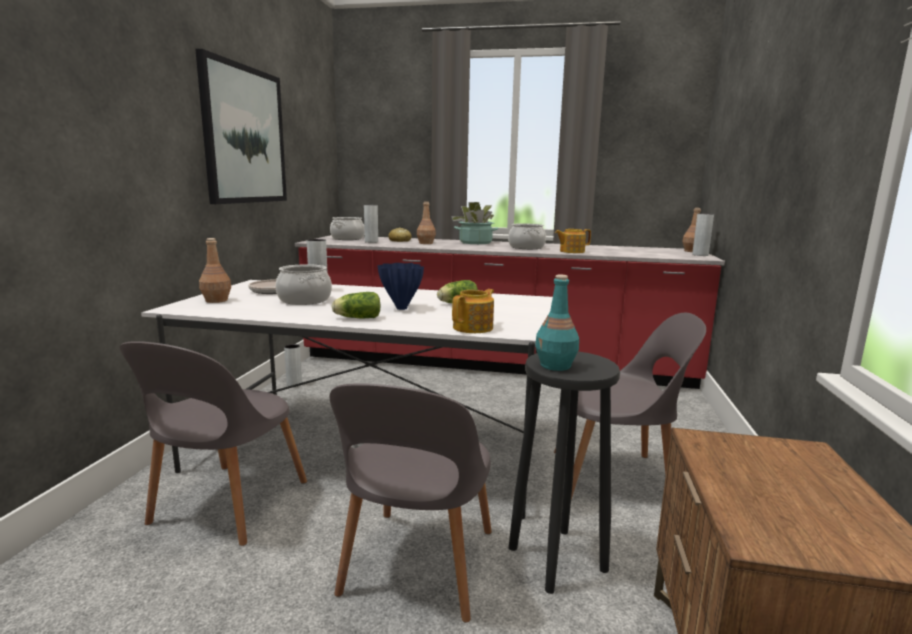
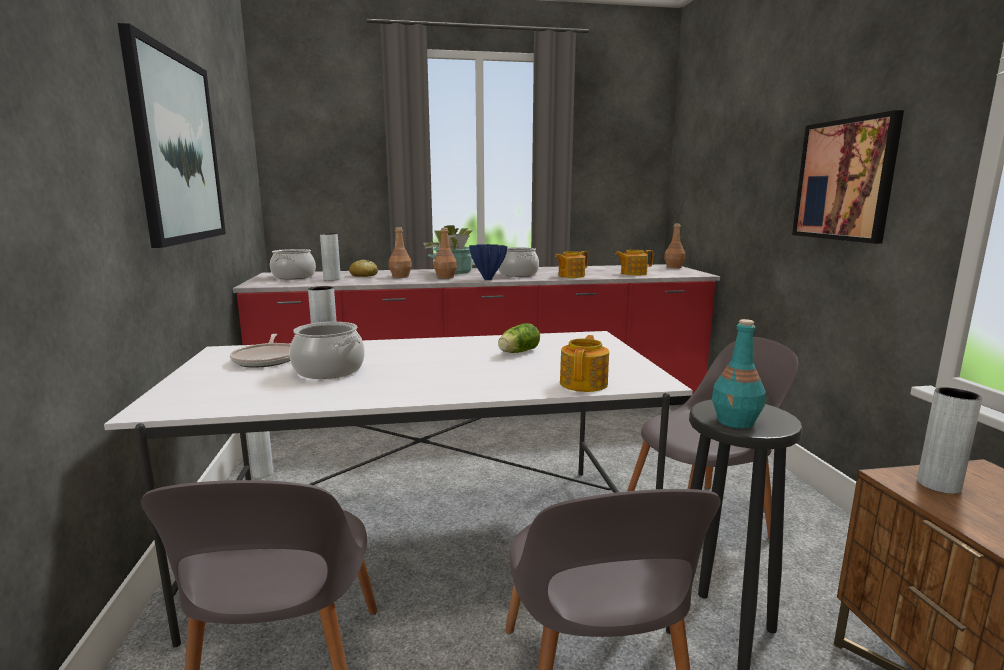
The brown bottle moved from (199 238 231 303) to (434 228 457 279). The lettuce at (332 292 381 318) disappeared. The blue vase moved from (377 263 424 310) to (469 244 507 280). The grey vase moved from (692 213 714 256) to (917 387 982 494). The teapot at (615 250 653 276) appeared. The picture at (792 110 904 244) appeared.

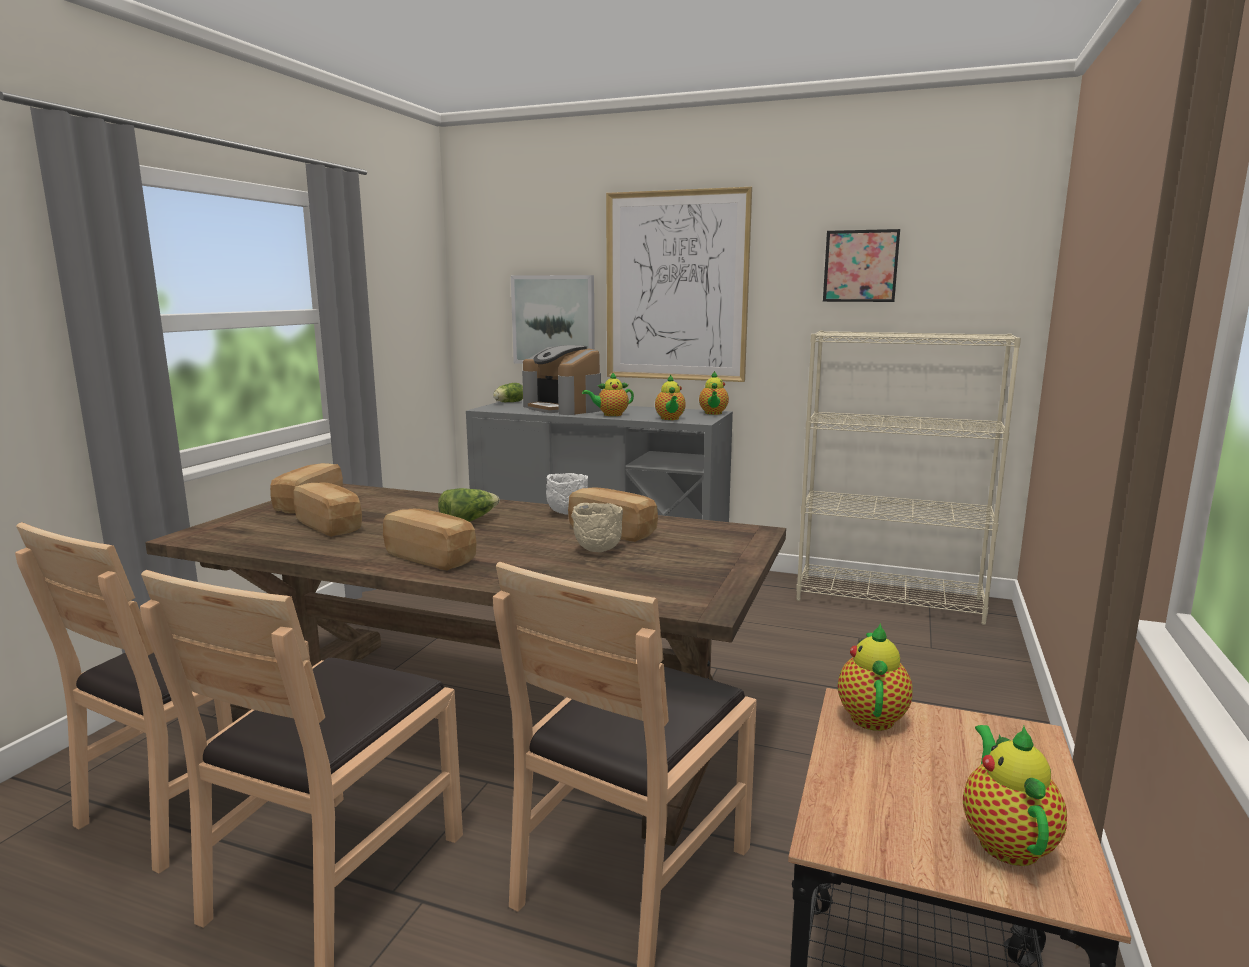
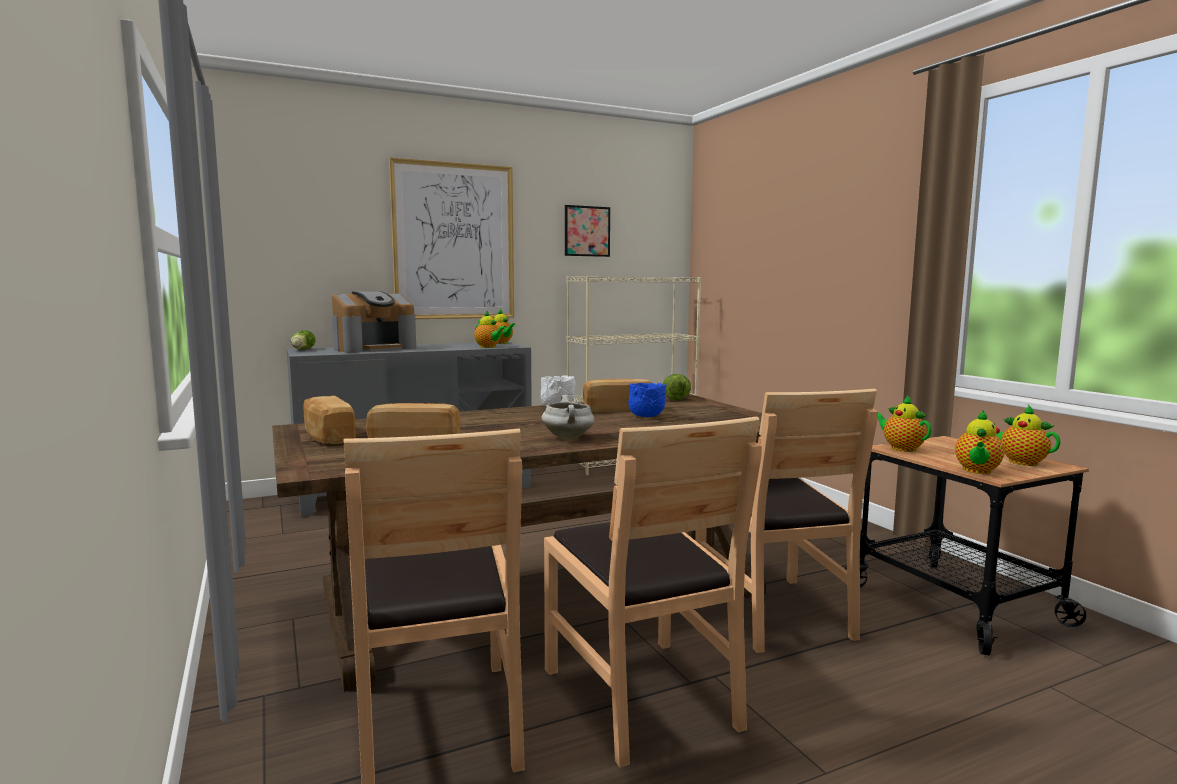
The bread at (383 509 477 571) was replaced by the white cooking pot at (541 395 595 440). The lettuce moved from (438 488 500 522) to (663 374 691 401). The picture at (511 275 595 364) disappeared. The coffee machine at (522 345 601 415) turned 45 degrees counterclockwise. The beige bowl at (571 503 623 552) became the blue bowl at (628 383 666 417). The teapot moved from (582 372 634 416) to (955 411 1005 474).

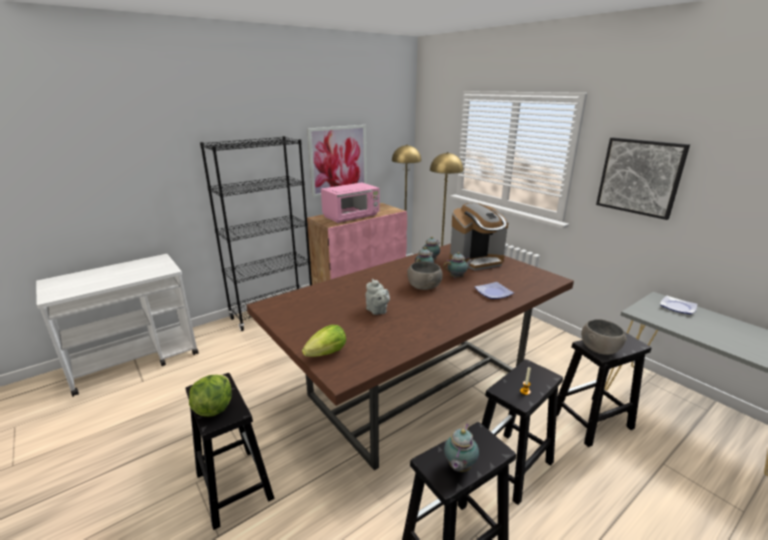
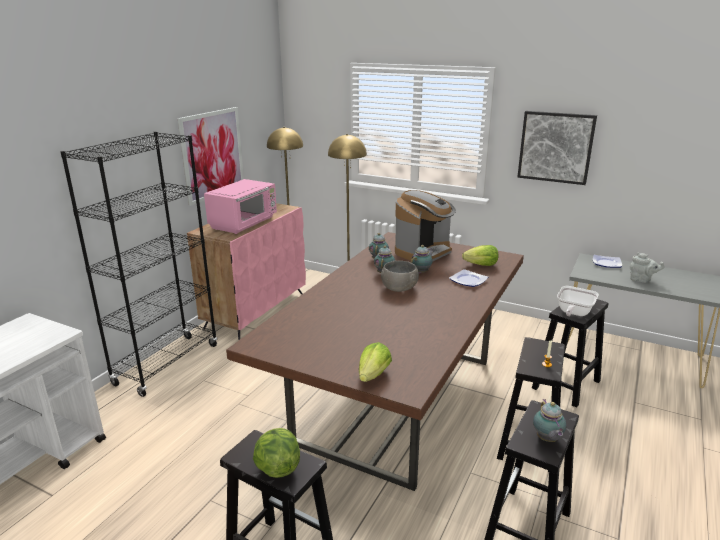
The grey teapot moved from (365 279 390 315) to (630 253 665 283). The grey bowl at (581 319 627 355) was replaced by the frying pan at (557 286 599 316). The lettuce at (462 245 498 266) appeared.

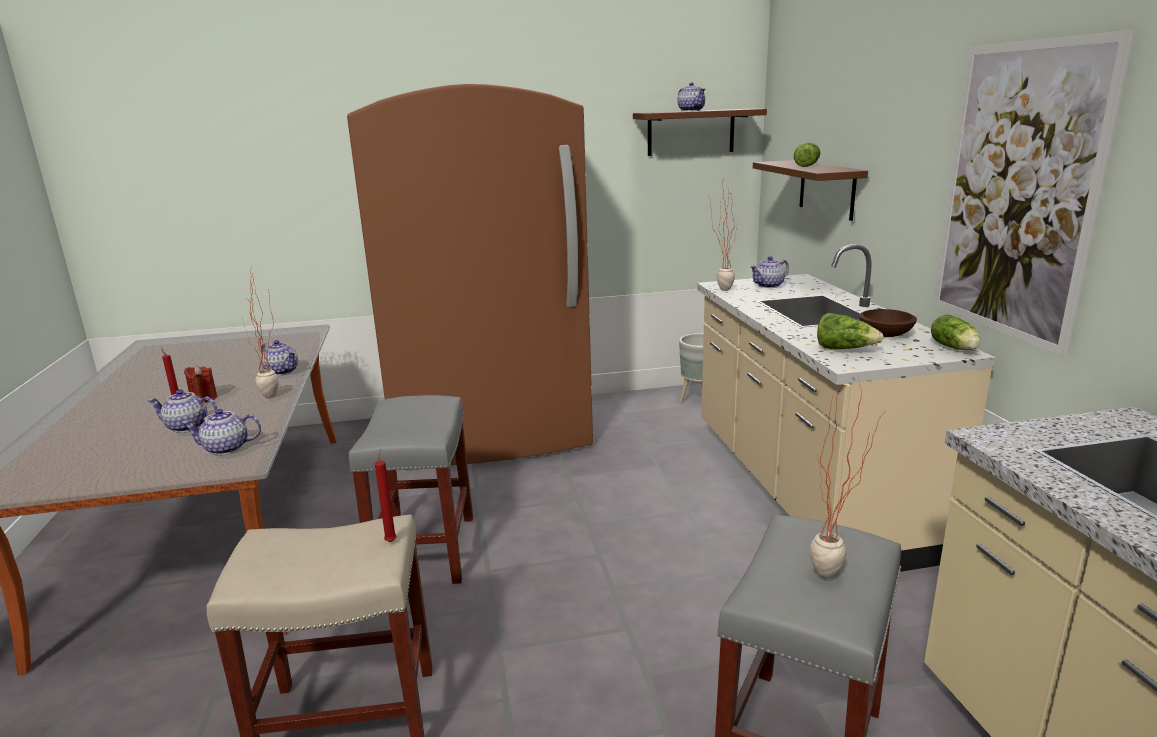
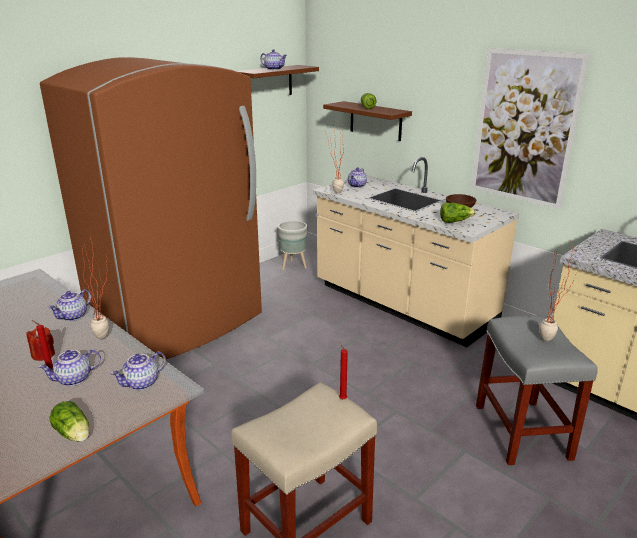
The teapot at (261 340 298 376) turned 120 degrees clockwise. The grey stool at (349 395 473 584) disappeared. The lettuce moved from (931 314 981 350) to (49 401 90 442).

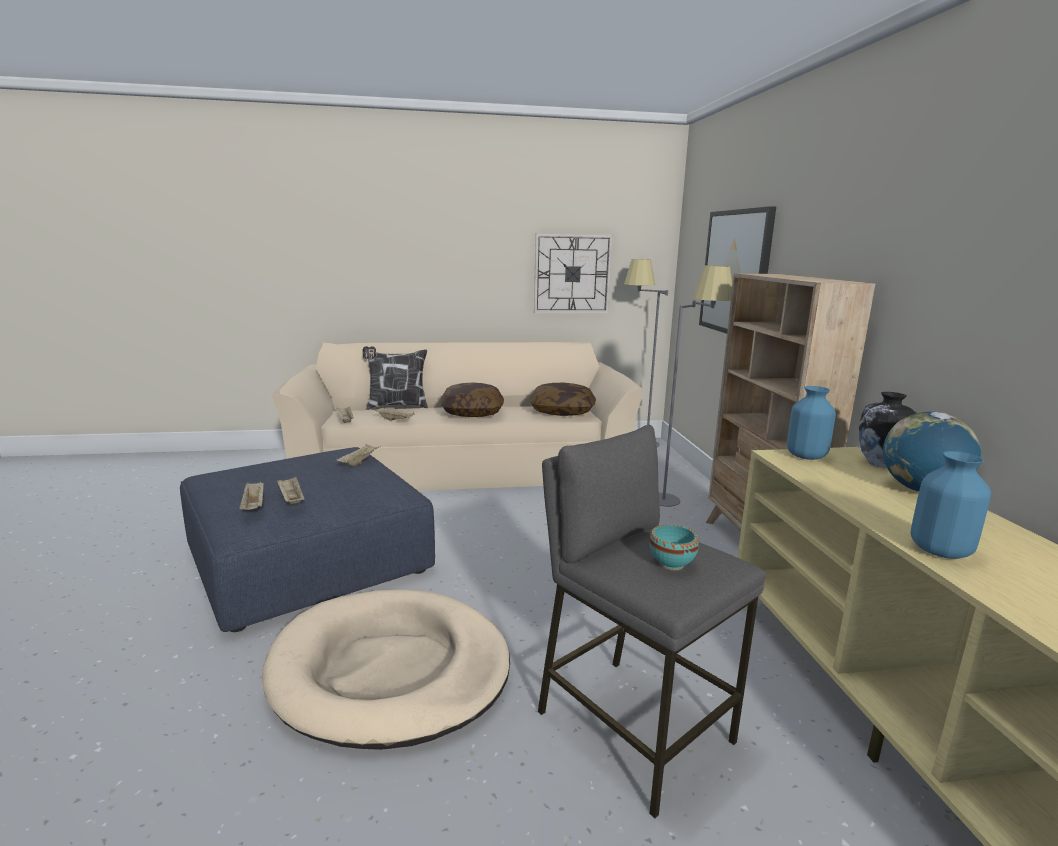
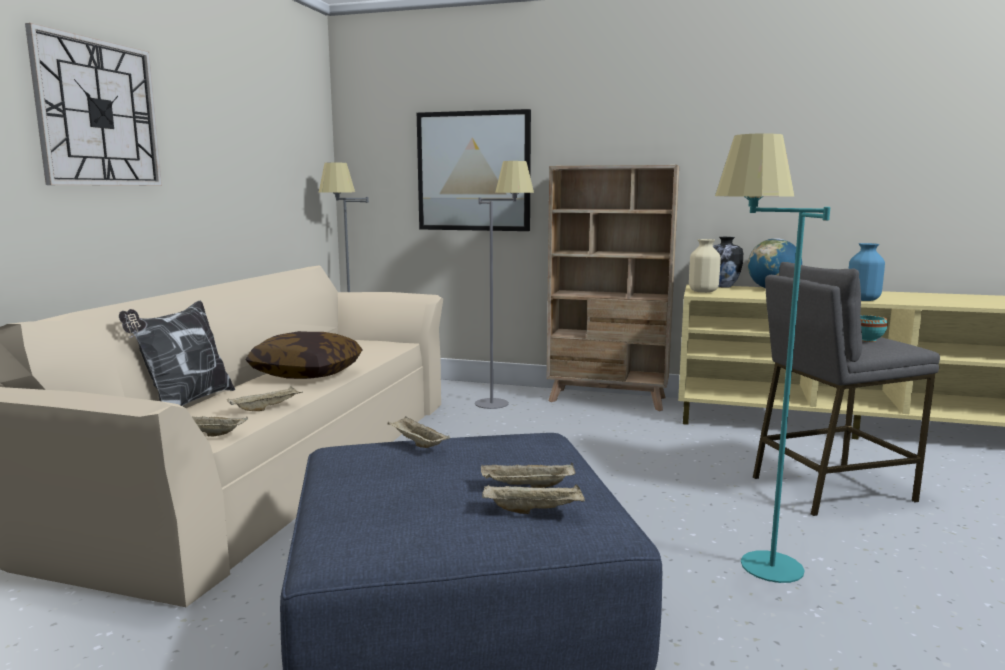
The beige dog bed at (262 589 510 750) was replaced by the turquoise floor lamp at (715 133 830 583). The pillow at (529 383 596 416) disappeared. The wall clock moved from (534 233 613 313) to (25 23 162 186). The blue vase at (787 386 836 460) became the beige vase at (689 239 721 293).

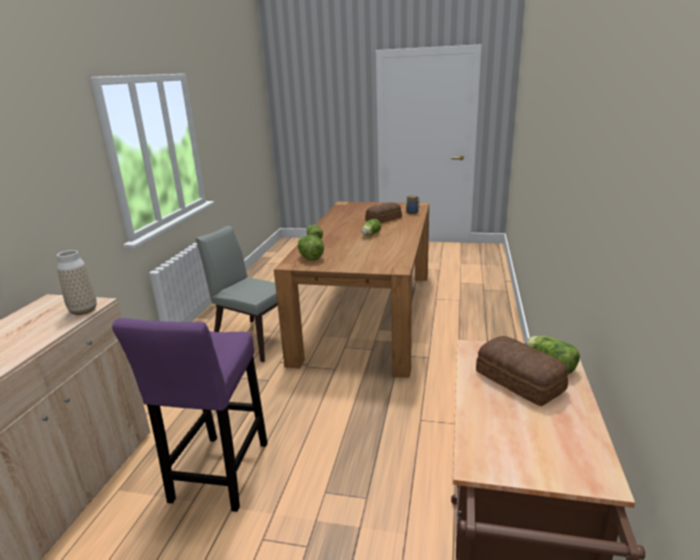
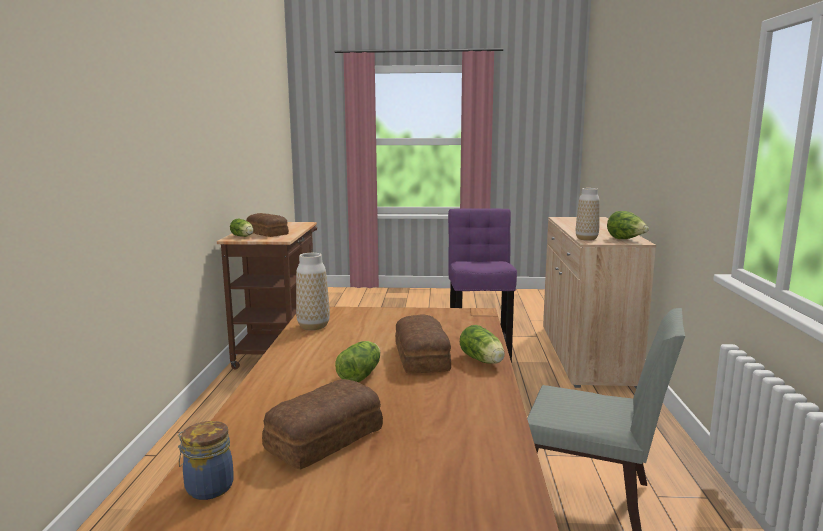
The lettuce moved from (298 235 324 260) to (607 211 649 239). The vase at (296 253 330 330) appeared. The bread at (395 314 451 374) appeared.

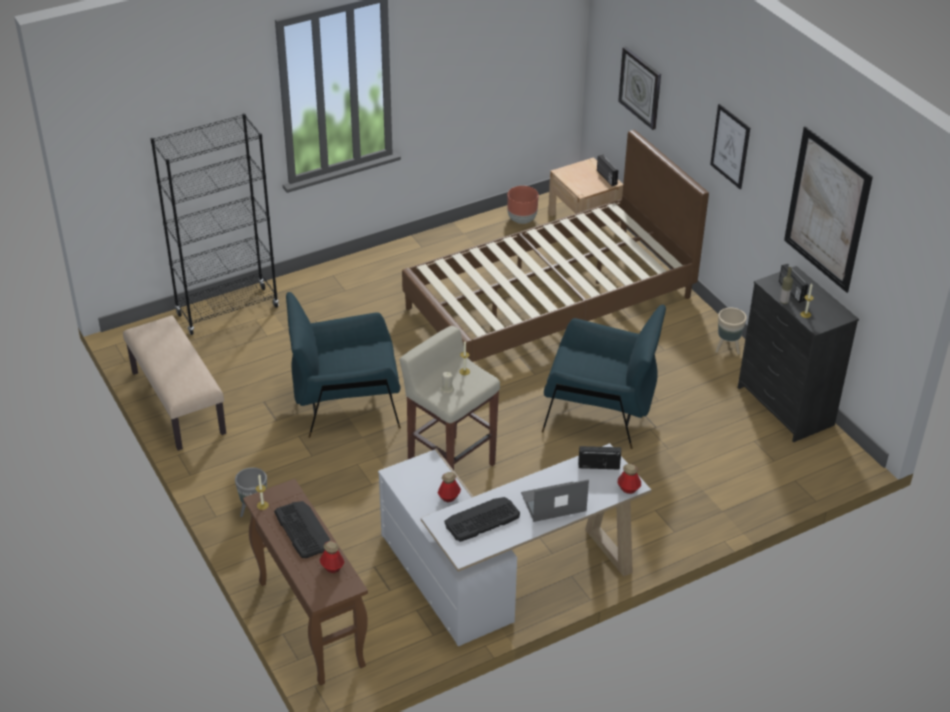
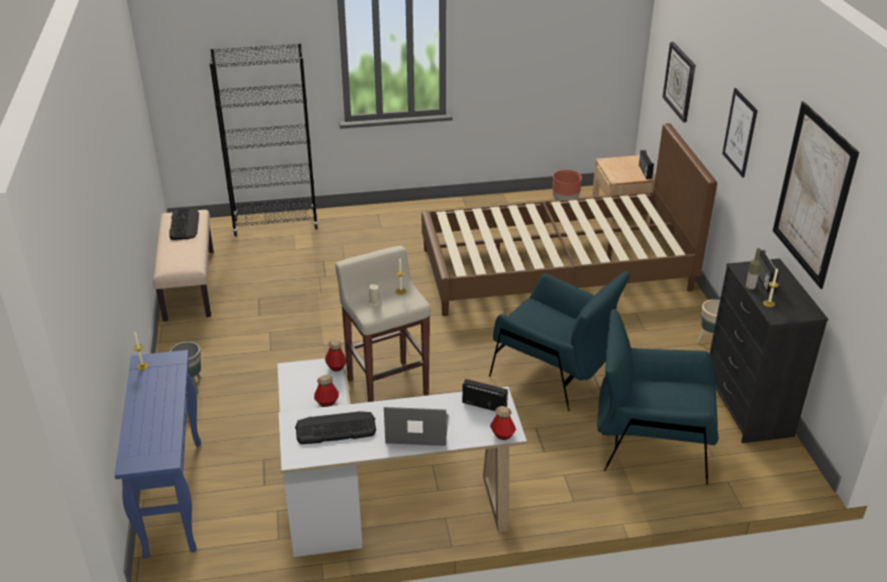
The brown console table at (243 479 368 685) became the blue console table at (114 350 201 558). The keyboard moved from (274 501 330 558) to (170 209 199 240). The blue armchair moved from (286 292 401 438) to (597 309 718 485). The bottle moved from (320 541 345 573) to (325 340 346 372).

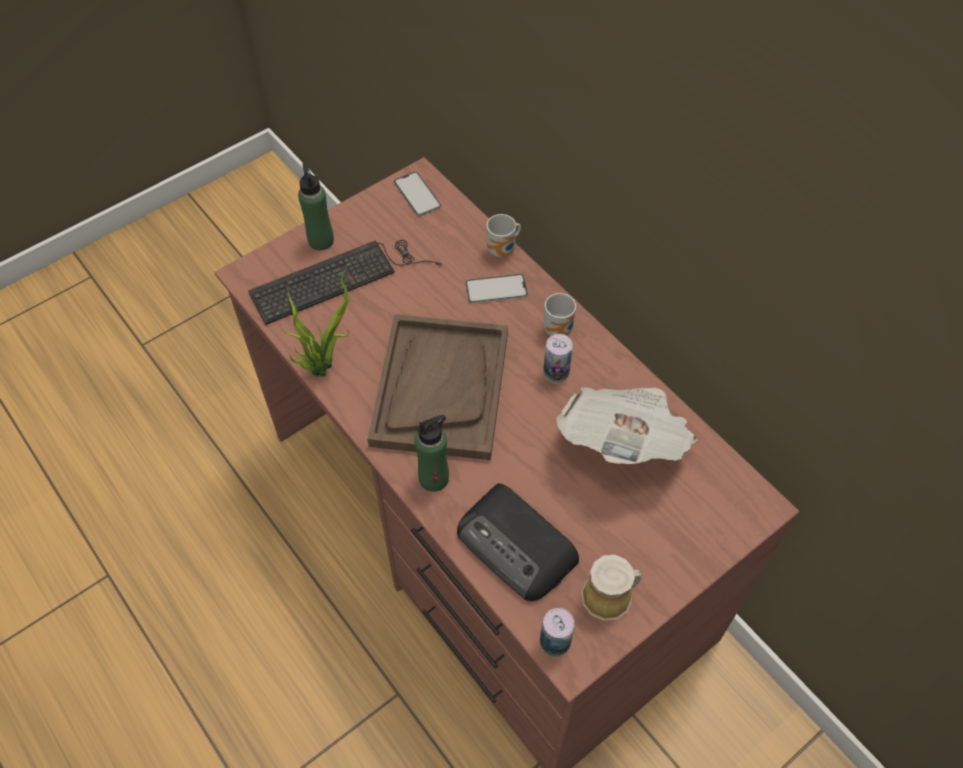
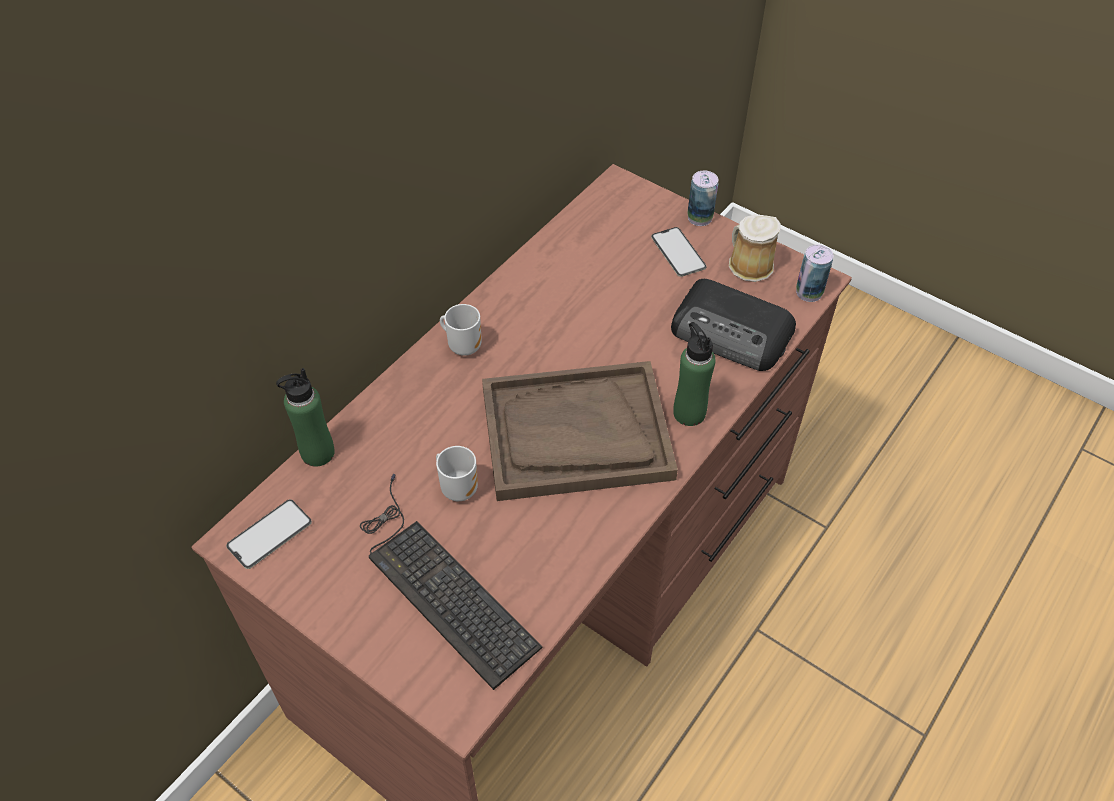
The potted plant at (280 261 351 377) disappeared. The green bottle moved from (298 163 334 250) to (276 368 335 467). The radio at (457 483 579 601) turned 90 degrees clockwise. The phone moved from (466 274 528 304) to (651 227 707 277). The mug moved from (487 214 521 257) to (436 446 478 501). The can moved from (543 334 573 384) to (687 171 718 226). The newspaper at (556 387 697 464) disappeared.

